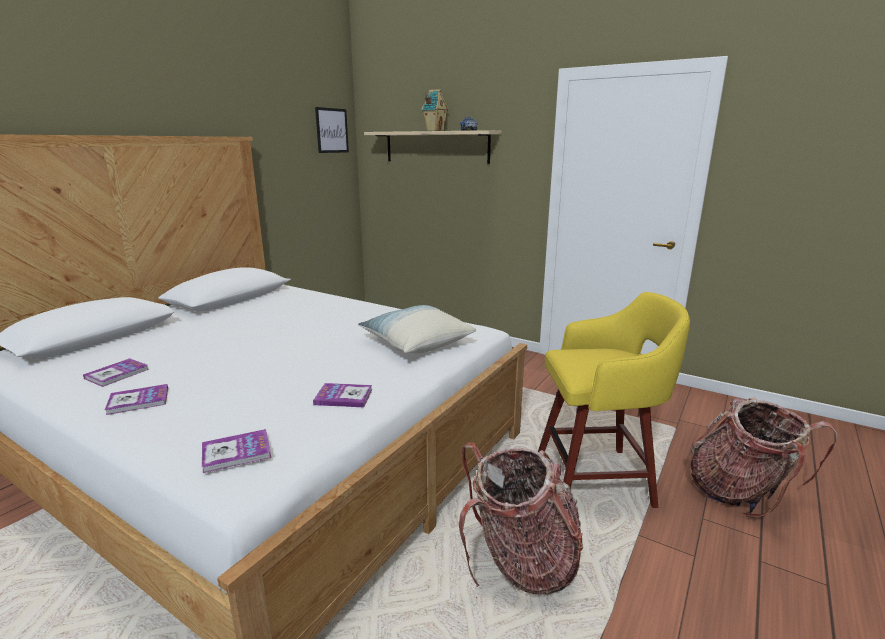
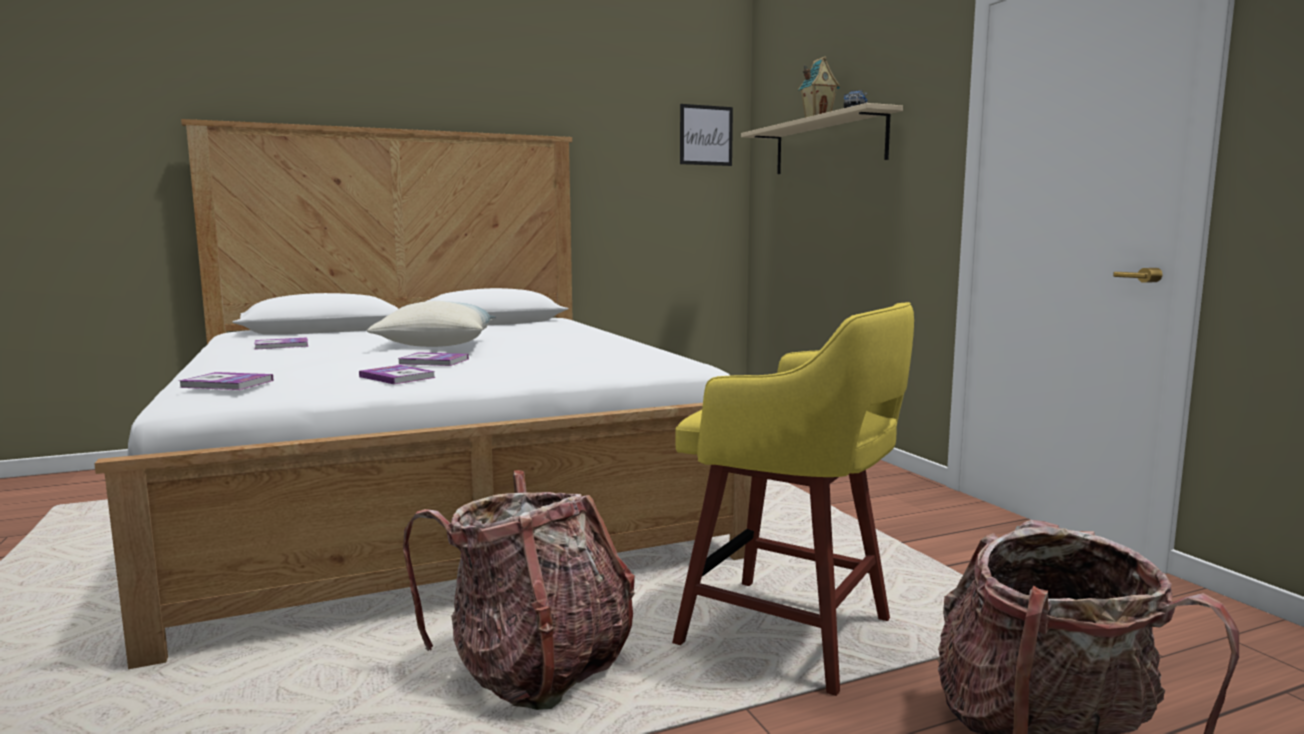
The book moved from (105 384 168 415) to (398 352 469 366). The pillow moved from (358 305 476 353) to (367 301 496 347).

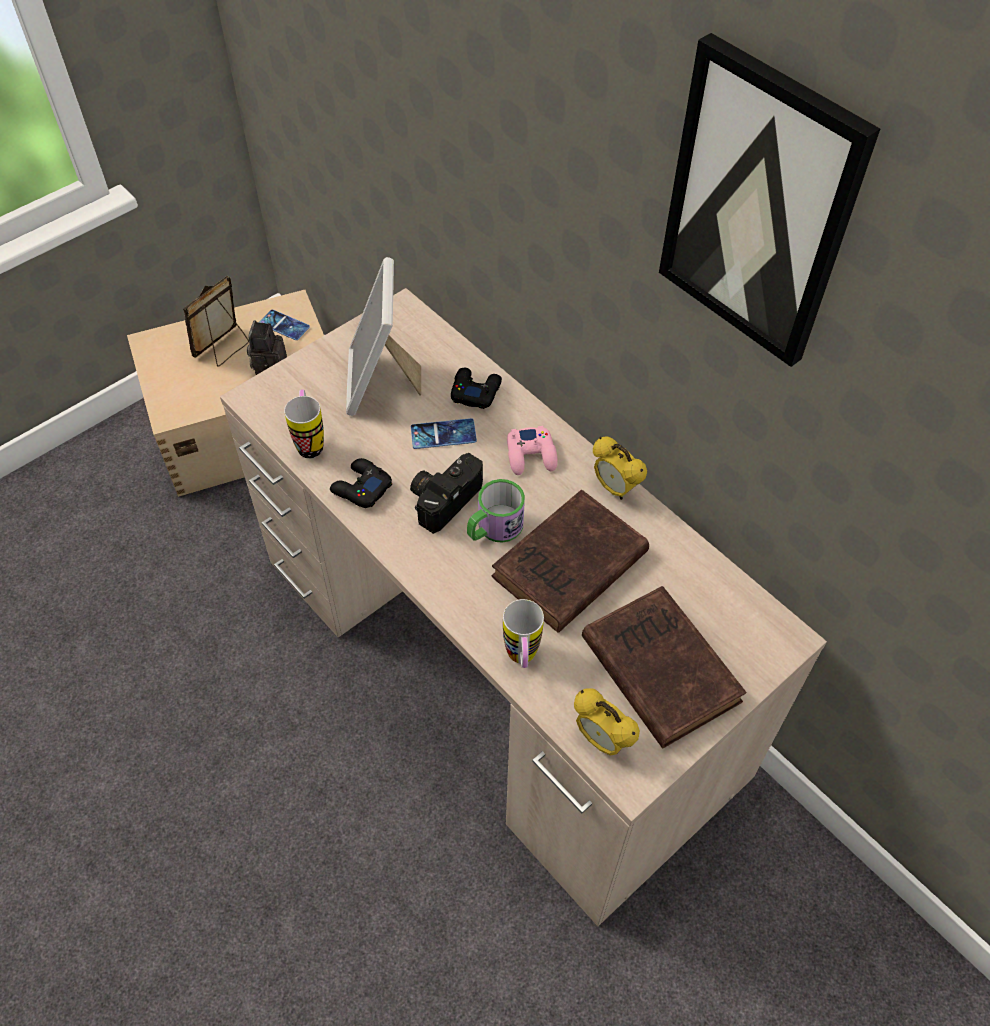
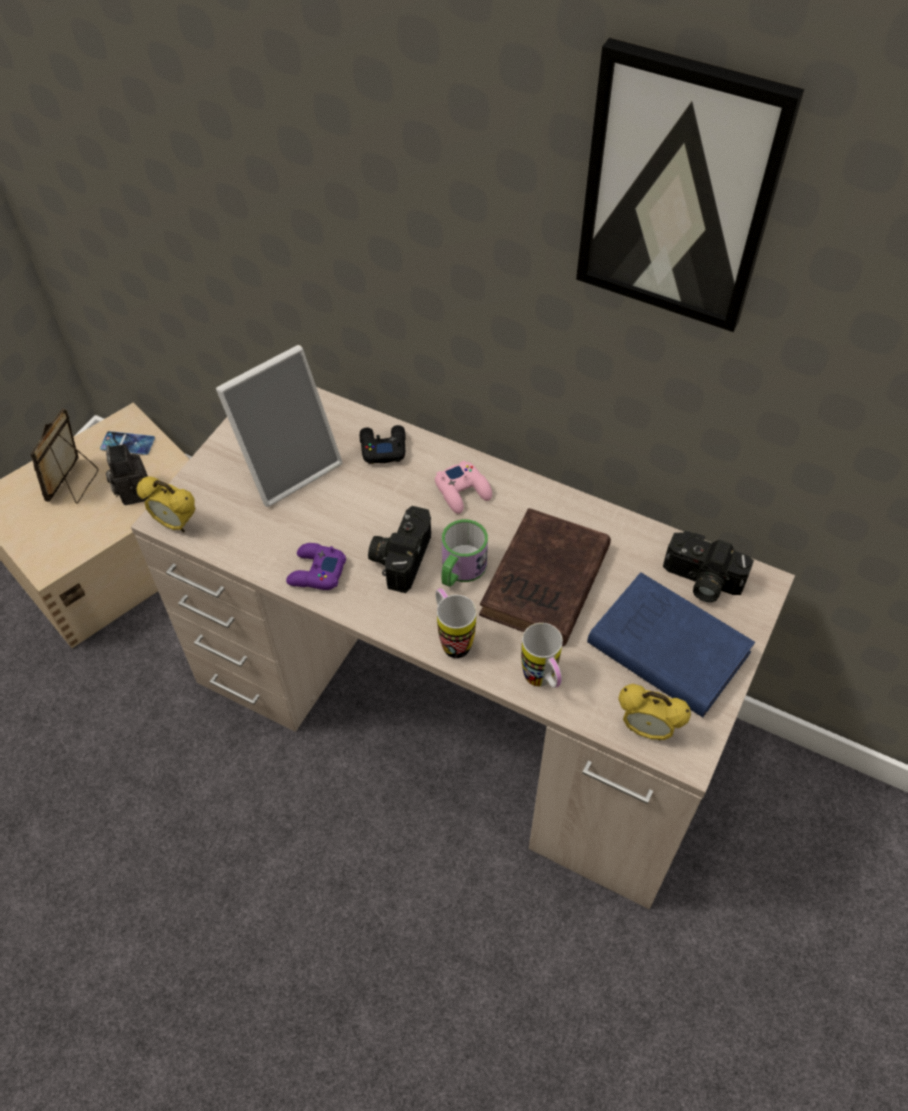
The mug moved from (284 389 324 458) to (435 588 476 658). The black game controller at (330 458 392 508) became the purple game controller at (286 543 346 590). The picture frame at (346 257 421 416) turned 105 degrees counterclockwise. The phone at (411 418 477 449) disappeared. The brown book at (582 586 747 748) became the blue book at (587 573 755 717). The alarm clock moved from (593 437 647 500) to (137 476 196 532). The photo camera at (663 531 754 602) appeared.

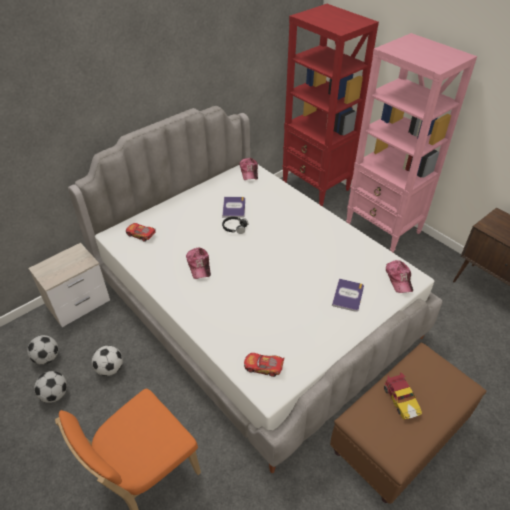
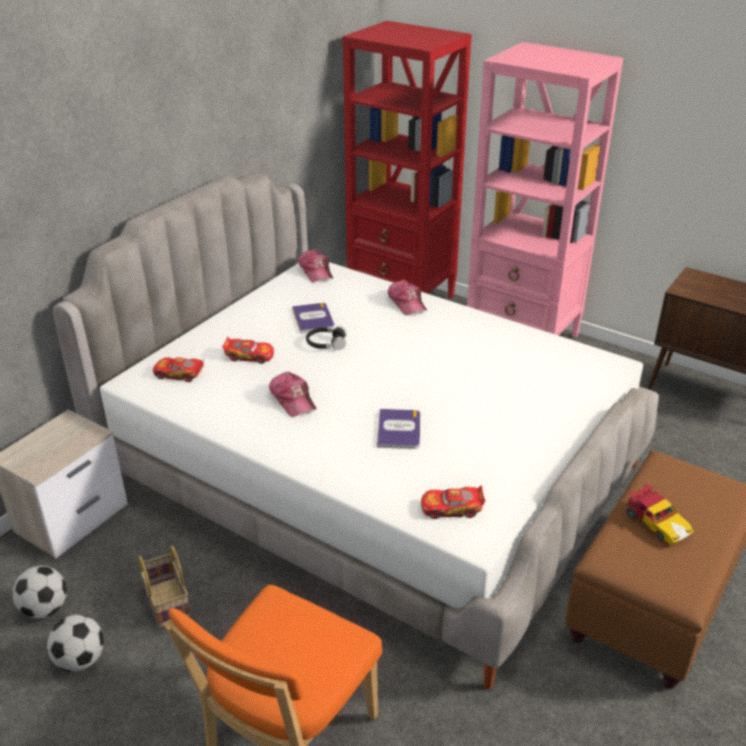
The football at (92 346 123 376) was replaced by the basket at (138 545 191 629). The book moved from (332 278 364 312) to (377 409 420 449). The cap moved from (386 260 413 293) to (387 280 427 315). The toy car at (222 337 274 364) appeared.

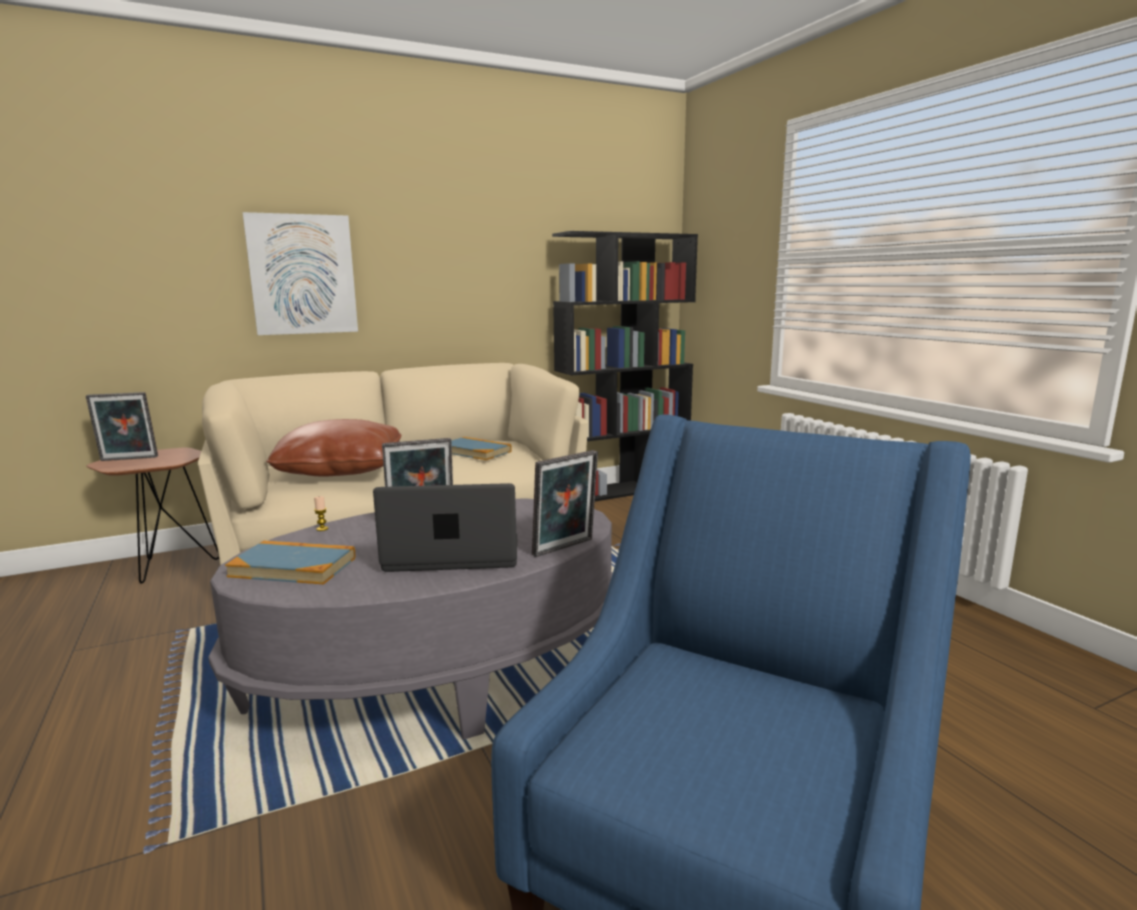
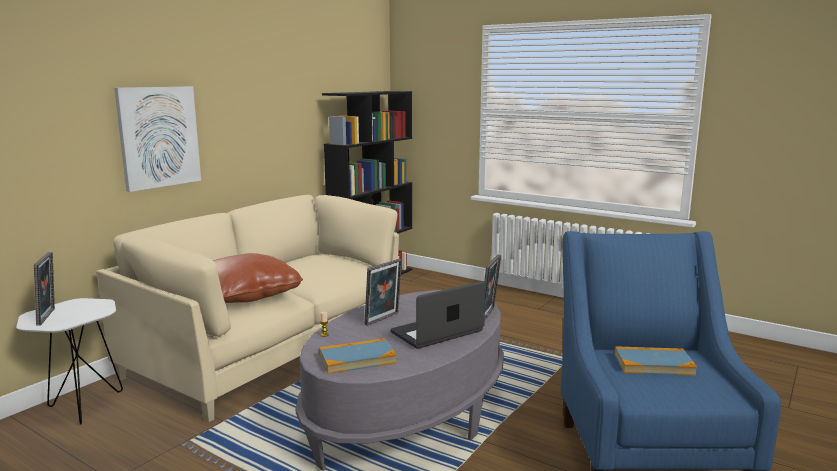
The picture frame at (86 392 158 461) turned 60 degrees counterclockwise. The brown side table at (86 448 219 584) became the white side table at (16 298 123 425). The book moved from (451 437 512 460) to (614 346 697 375).

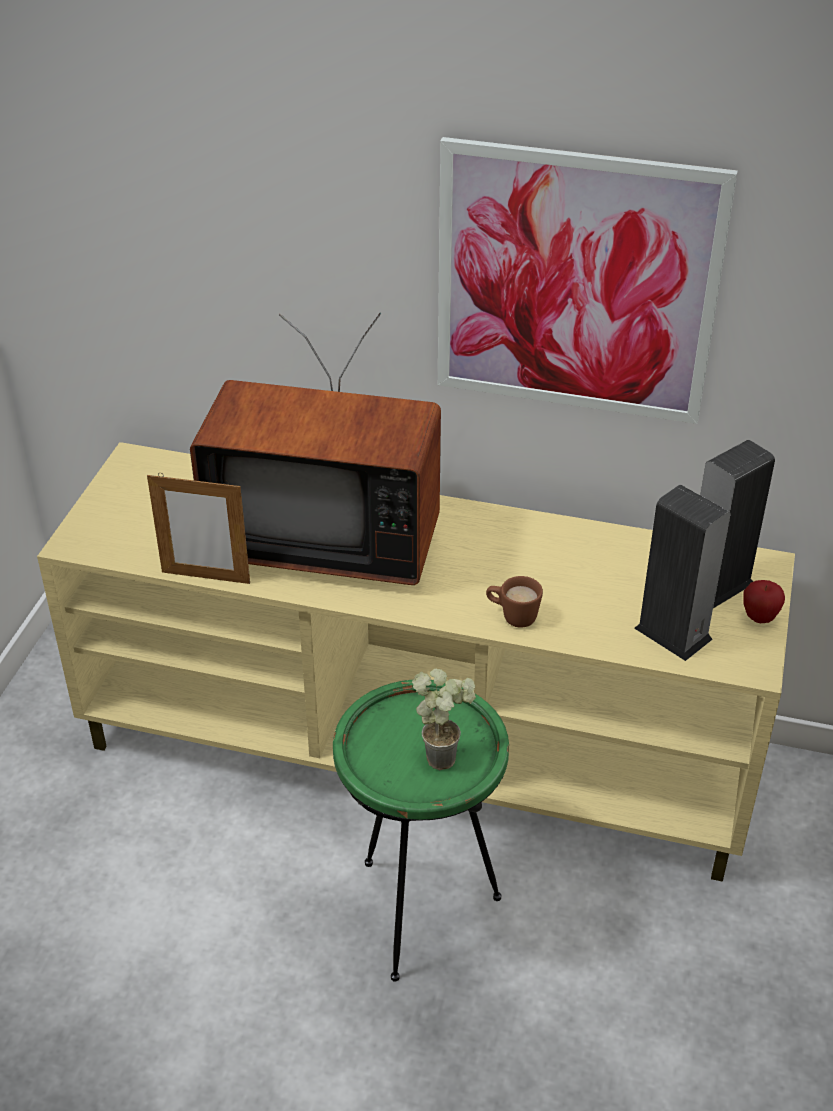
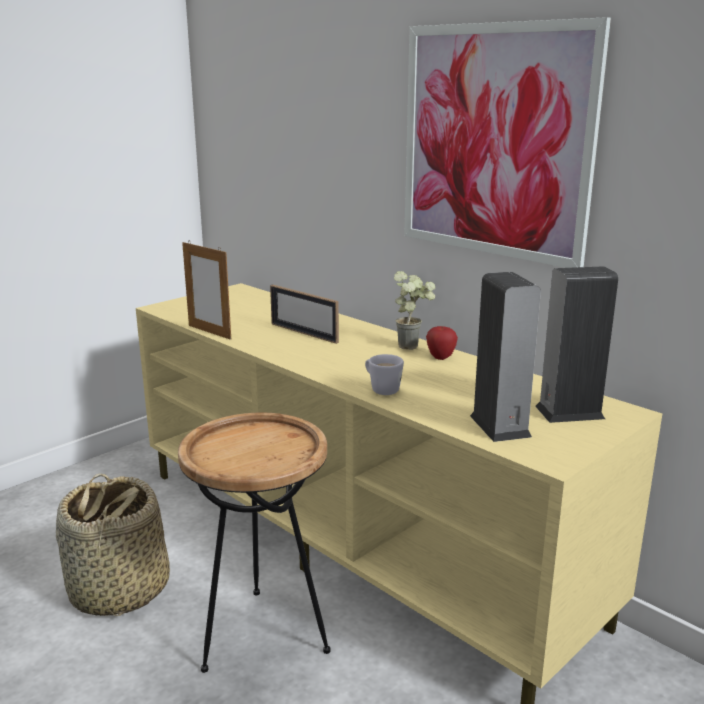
The television at (190 313 441 585) was replaced by the picture frame at (270 284 339 344). The green side table at (333 680 509 982) became the brown side table at (178 412 330 673). The potted plant moved from (412 669 476 770) to (394 271 435 350). The brown mug at (486 576 543 628) became the white mug at (365 354 404 395). The apple moved from (743 580 785 623) to (426 326 458 360). The basket at (56 473 170 616) appeared.

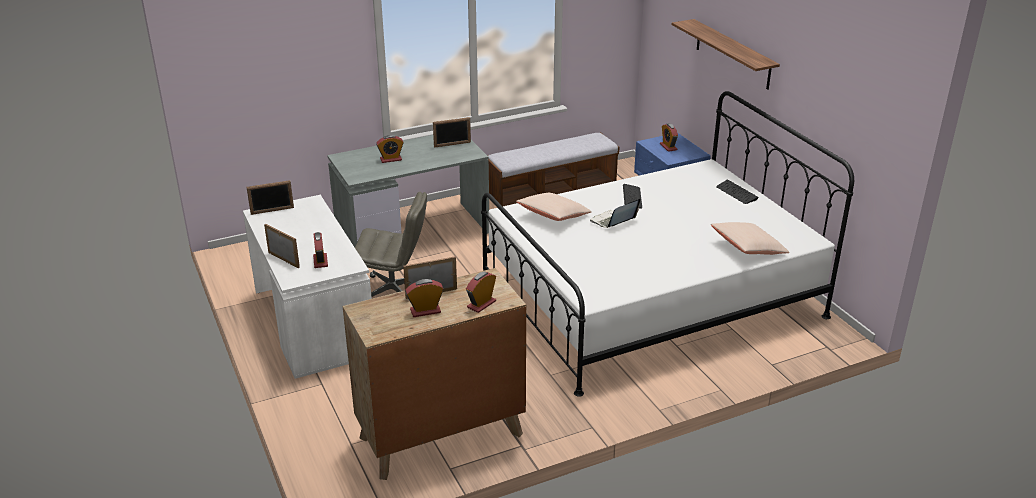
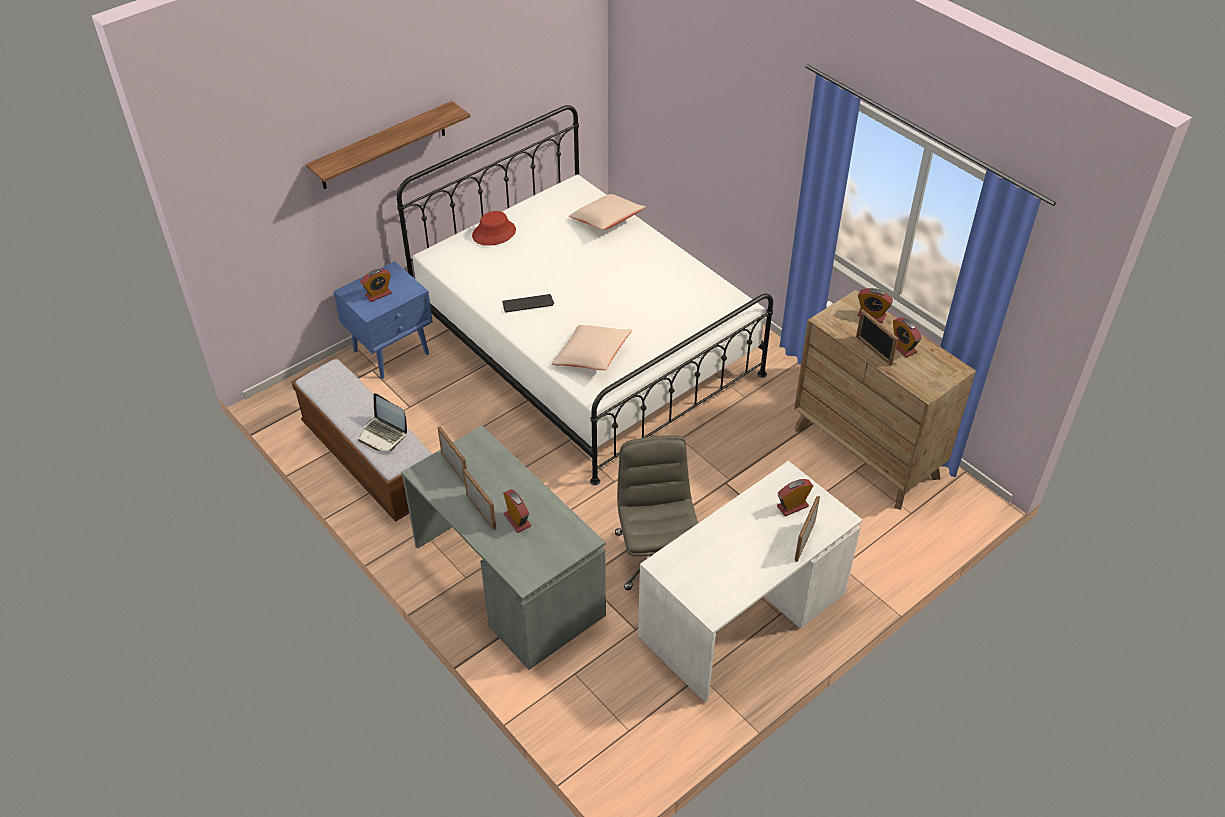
The picture frame moved from (247 180 294 215) to (463 469 496 530). The laptop moved from (590 199 641 228) to (358 393 407 451). The keyboard at (716 180 759 204) was replaced by the red hat at (472 211 516 246).

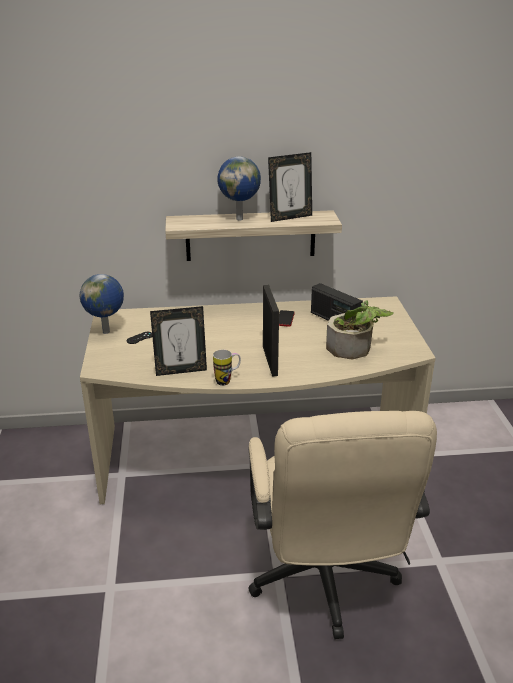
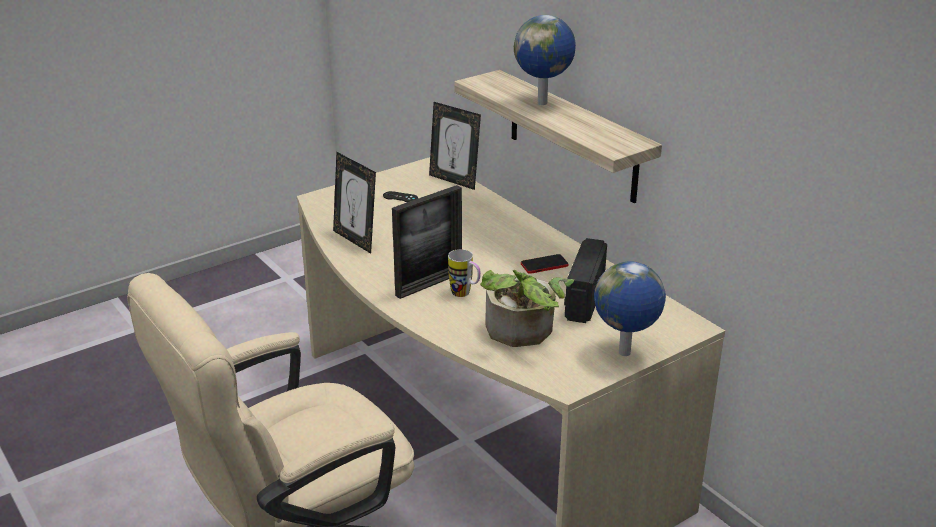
The globe moved from (80 274 124 334) to (594 261 666 356). The mug moved from (213 350 241 386) to (448 249 481 297). The picture frame moved from (268 152 312 222) to (429 102 481 190).

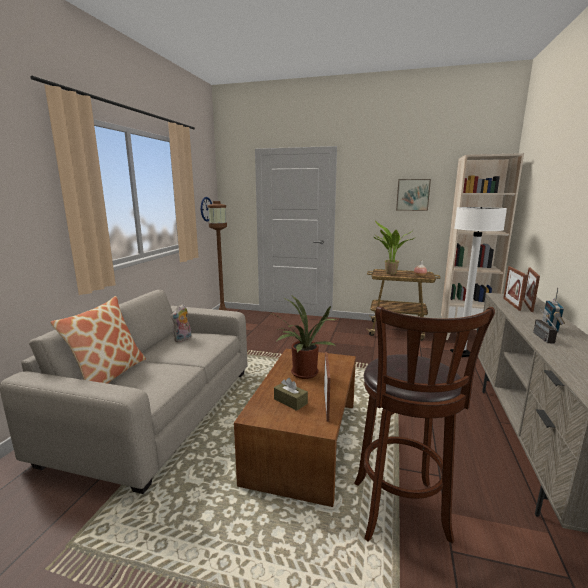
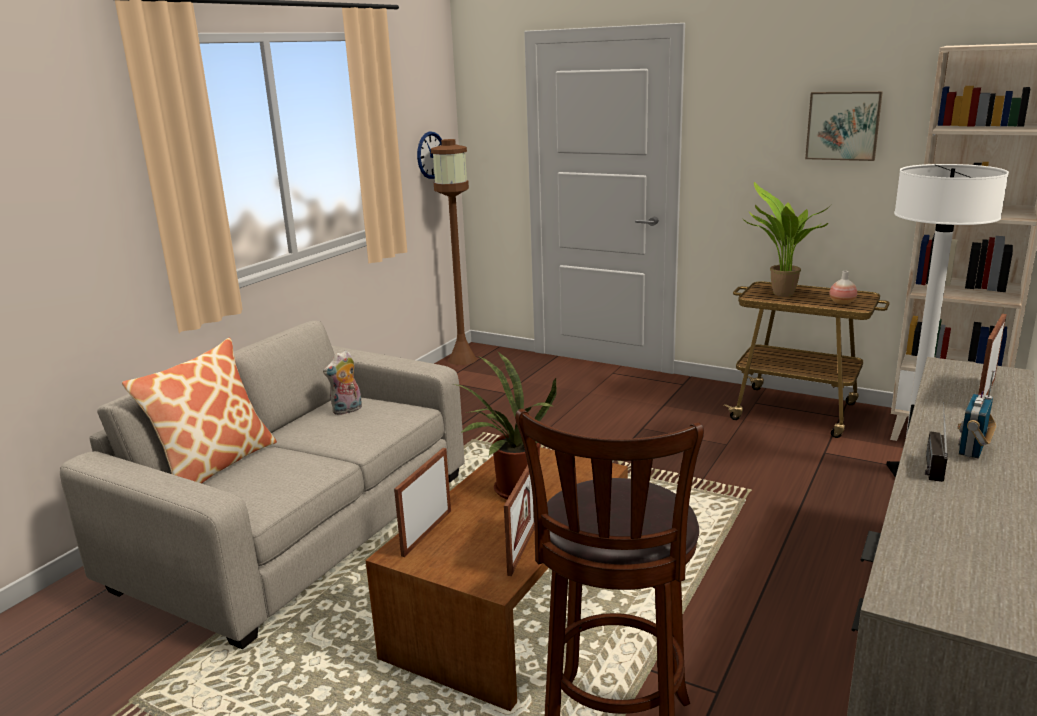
The brown tissue box at (274 378 308 411) disappeared. The picture frame moved from (503 266 527 311) to (394 448 451 557).

